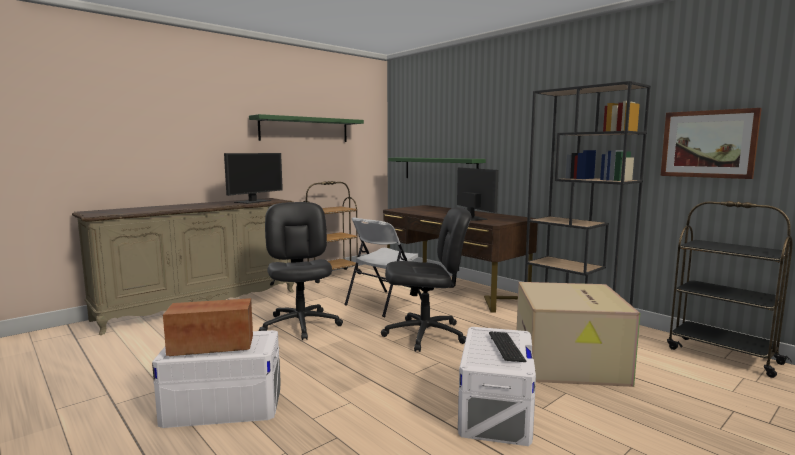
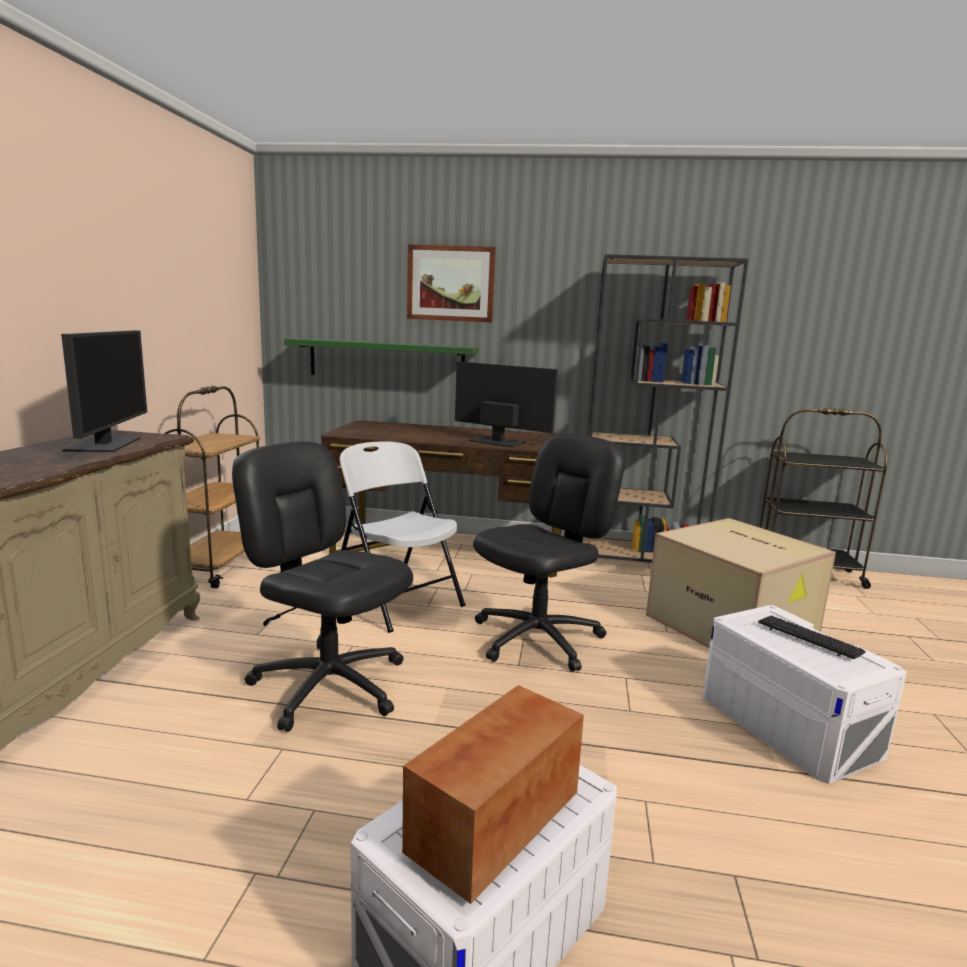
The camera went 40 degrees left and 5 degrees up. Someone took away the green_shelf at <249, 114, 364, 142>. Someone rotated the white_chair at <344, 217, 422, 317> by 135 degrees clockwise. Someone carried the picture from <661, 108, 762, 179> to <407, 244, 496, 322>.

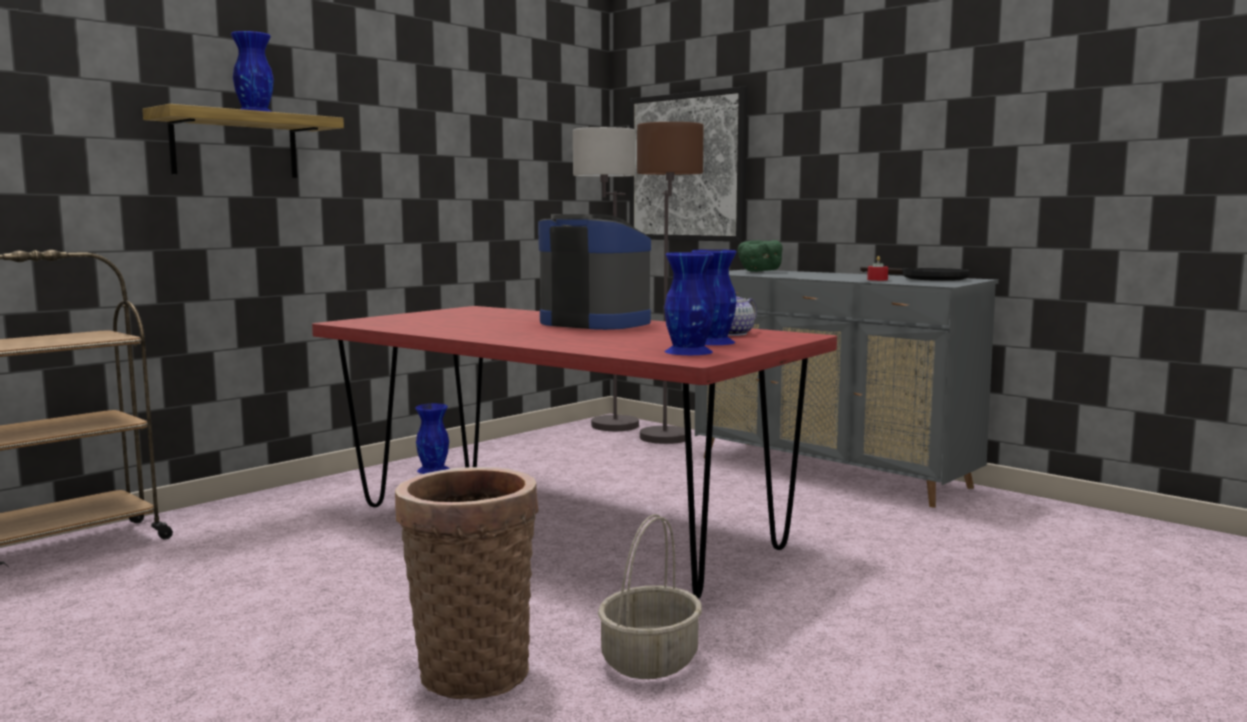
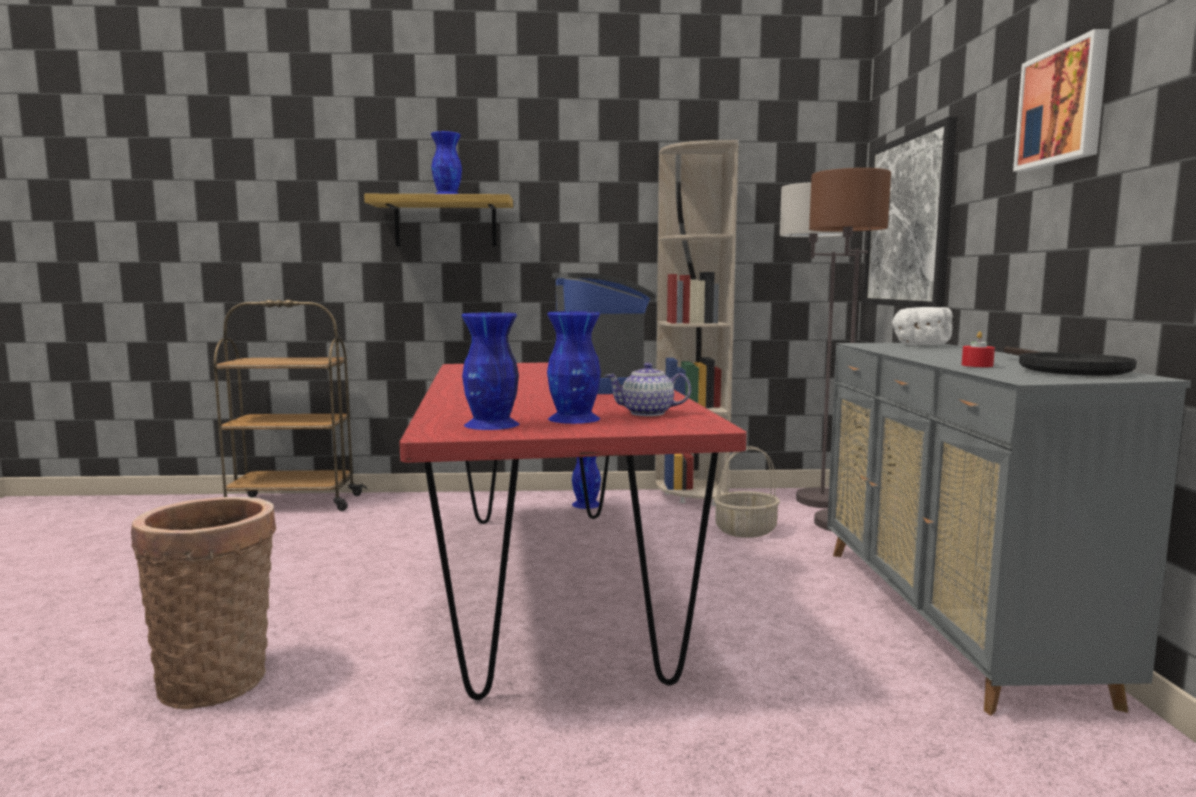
The camera went 45 degrees right and 0 degrees up. Someone carried the basket from <598, 514, 702, 679> to <714, 446, 780, 538>. Someone repainted the green_bowl at <738, 240, 783, 272>, which became the white_bowl at <892, 307, 953, 346>. Someone put down the beige_bookcase at <655, 140, 739, 506>. Someone put up the picture at <1013, 29, 1109, 171>.

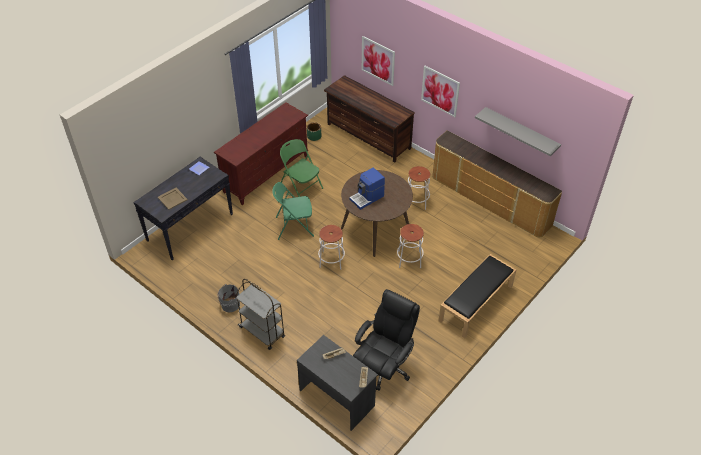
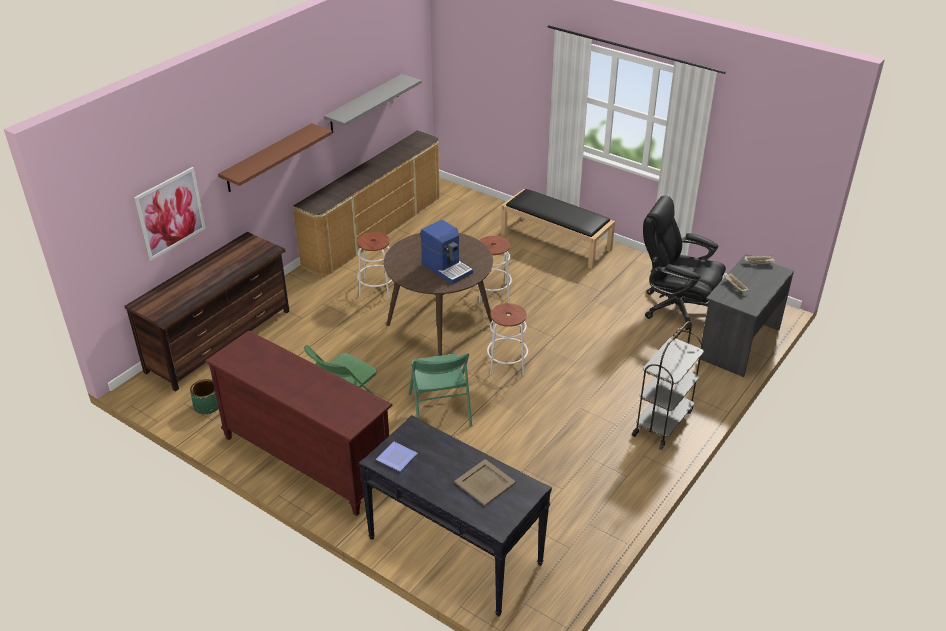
The camera went 95 degrees left and 10 degrees down. Someone took away the grey_bucket at <218, 284, 240, 312>. Someone swapped the picture at <421, 66, 460, 117> for the brown_shelf at <218, 123, 333, 192>.

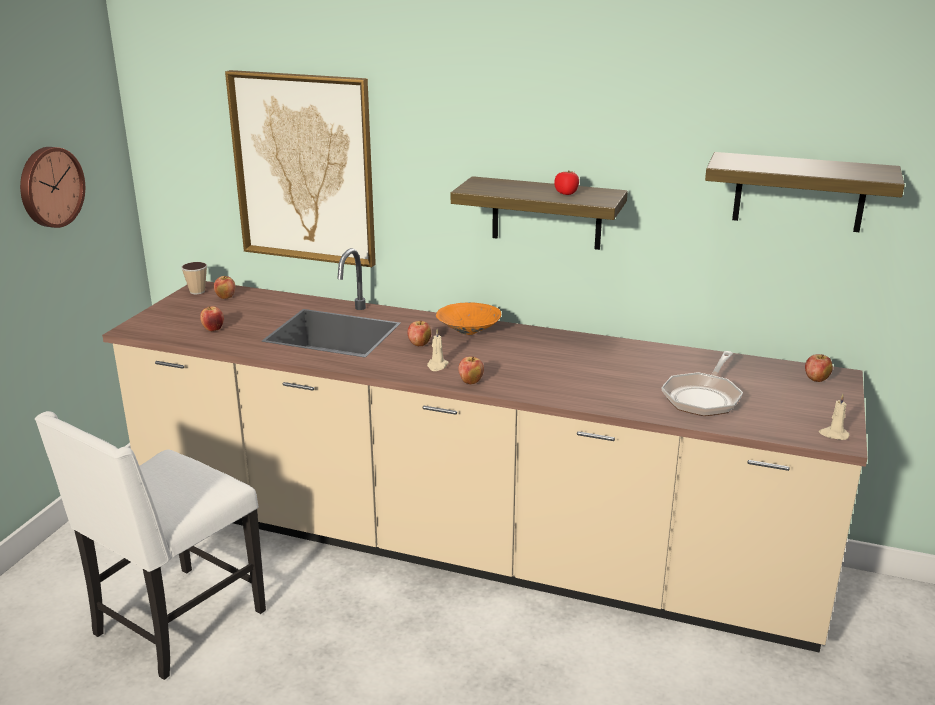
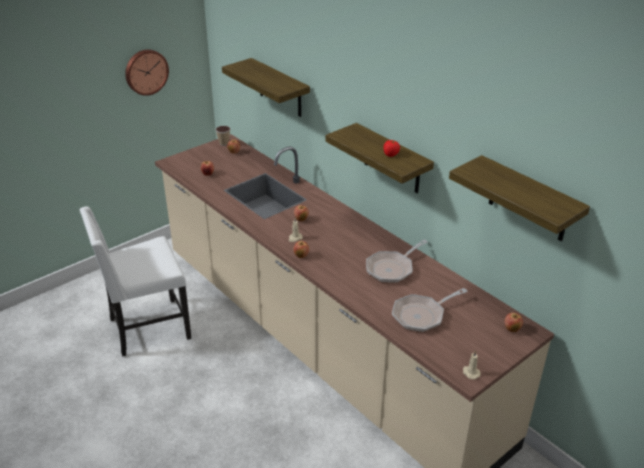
The camera went 30 degrees right and 10 degrees up. Someone swapped the picture at <225, 70, 376, 267> for the shelf at <222, 58, 310, 117>. Someone took away the orange_bowl at <436, 302, 501, 335>. Someone put down the frying_pan at <366, 239, 428, 283>.

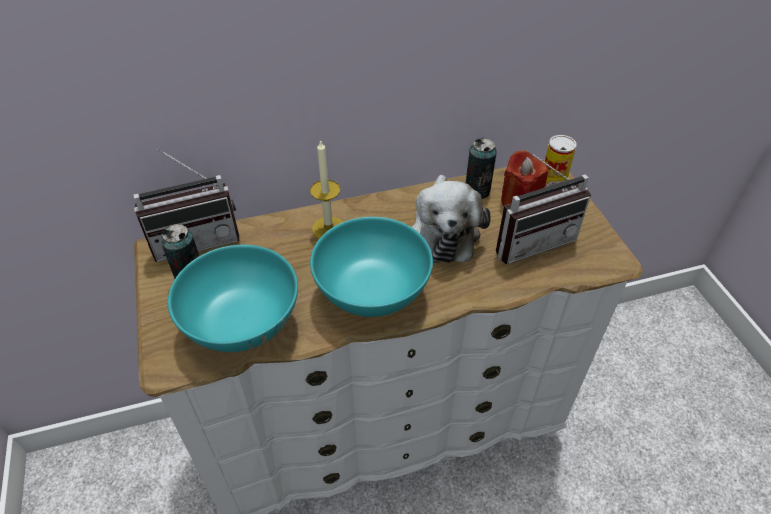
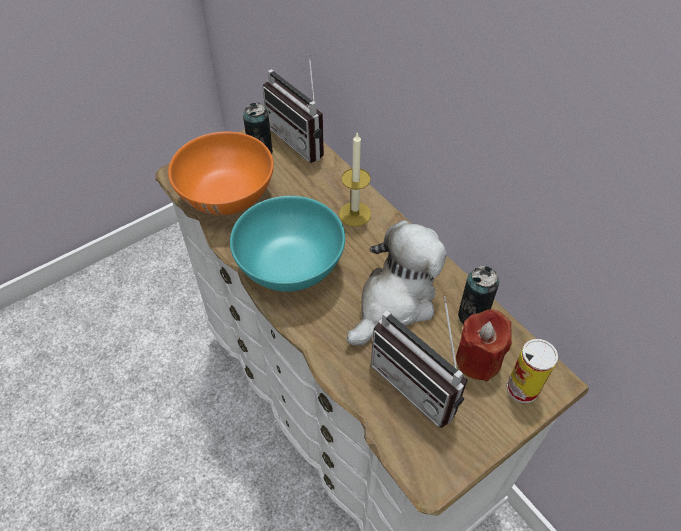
The camera went 70 degrees right and 5 degrees up. Someone repainted the turquoise_bowl at <168, 245, 298, 352>, which became the orange_bowl at <168, 131, 274, 215>. Someone rotated the plush_toy at <412, 175, 491, 263> by 150 degrees clockwise.

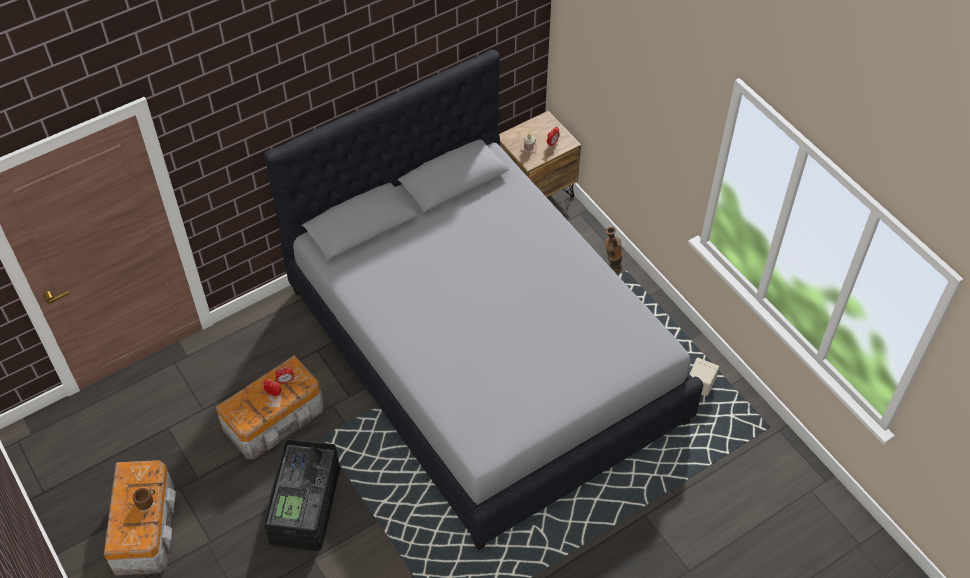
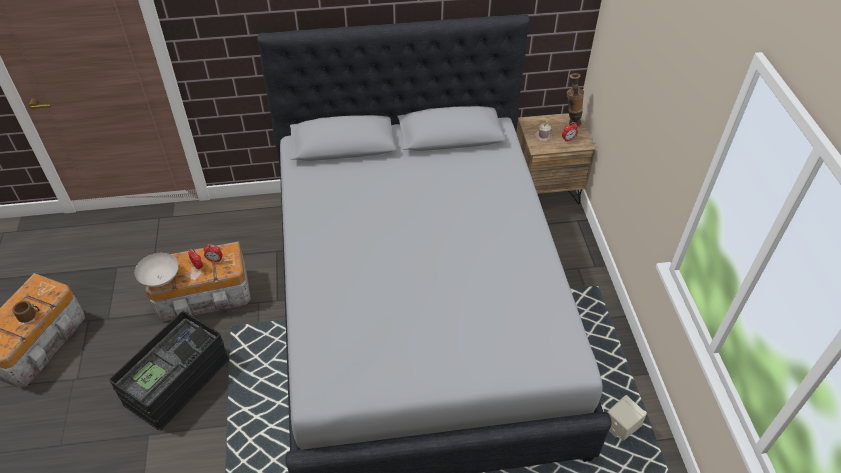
The camera went 25 degrees right and 5 degrees down. Someone carried the vase from <604, 227, 622, 271> to <567, 73, 584, 127>. Someone put down the white_bowl at <135, 253, 179, 287>.

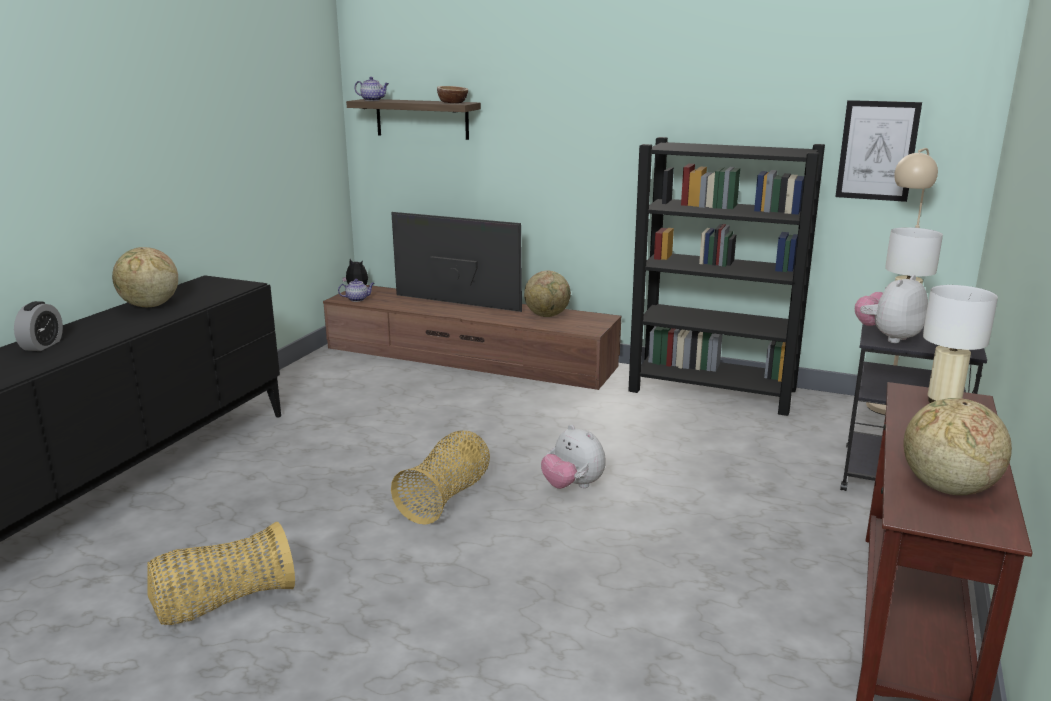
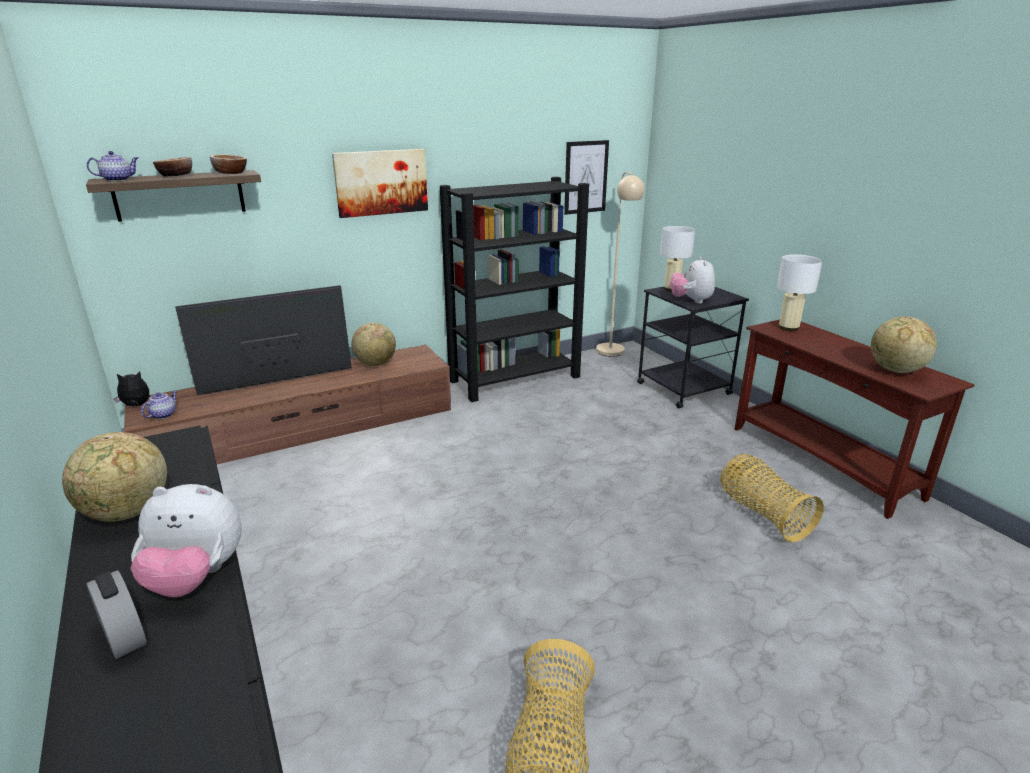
The camera went 50 degrees left and 5 degrees up. Someone carried the basket from <391, 431, 490, 525> to <720, 454, 824, 542>. Someone carried the plush_toy from <541, 425, 606, 489> to <131, 484, 242, 597>. Someone put down the bowl at <153, 157, 192, 177>. Someone put up the picture at <332, 149, 428, 218>.

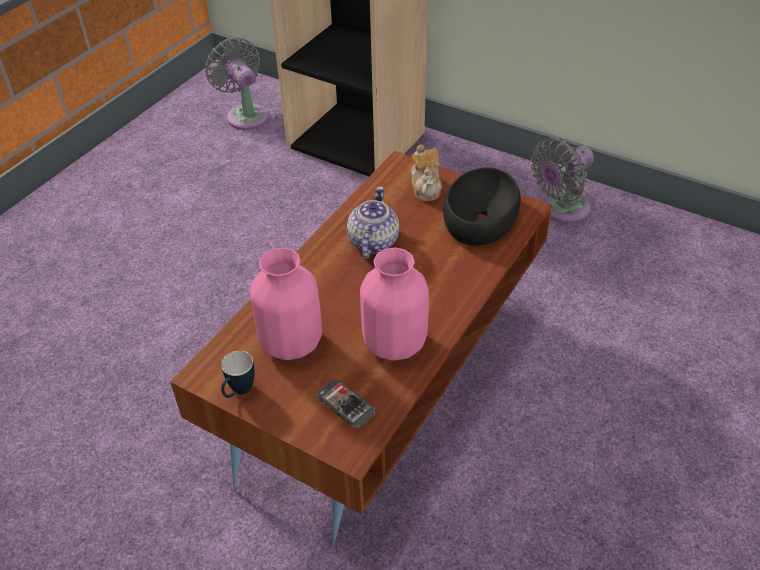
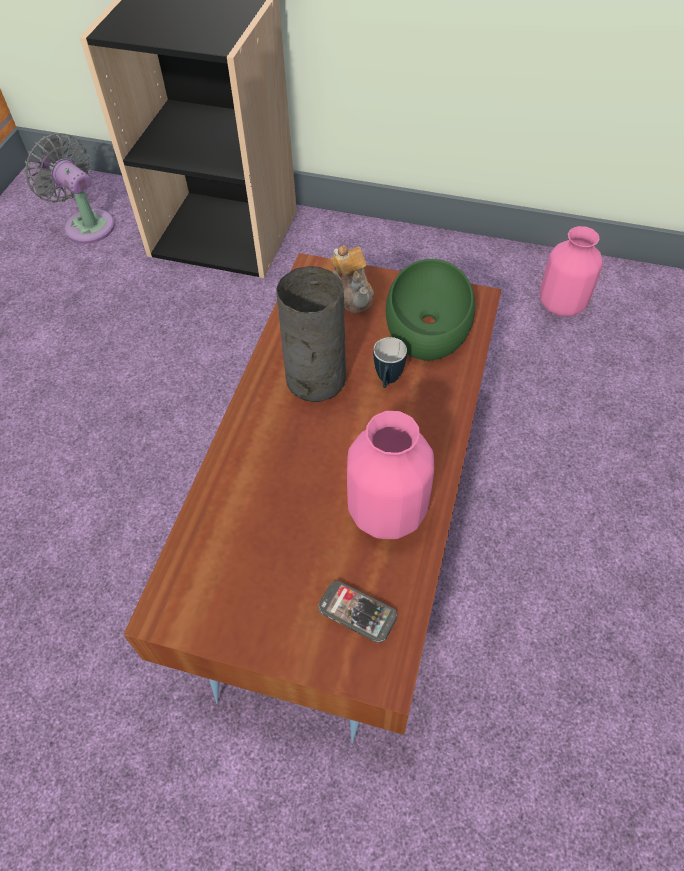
The camera went 15 degrees left and 10 degrees up. Someone carried the mug from <221, 351, 254, 398> to <373, 337, 407, 388>. Someone carried the pink_vase from <250, 248, 322, 360> to <540, 226, 603, 316>. Someone swapped the teapot at <347, 186, 399, 258> for the grey_vase at <277, 266, 346, 402>. Someone repainted the black_bowl at <443, 167, 521, 246>, which became the green_bowl at <386, 259, 475, 360>. Someone took away the grey_fan at <531, 137, 594, 223>.

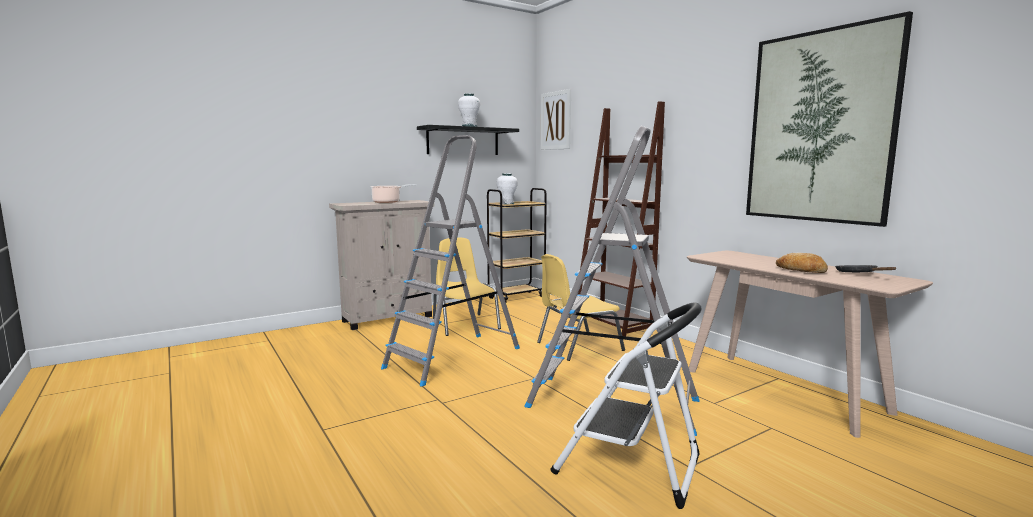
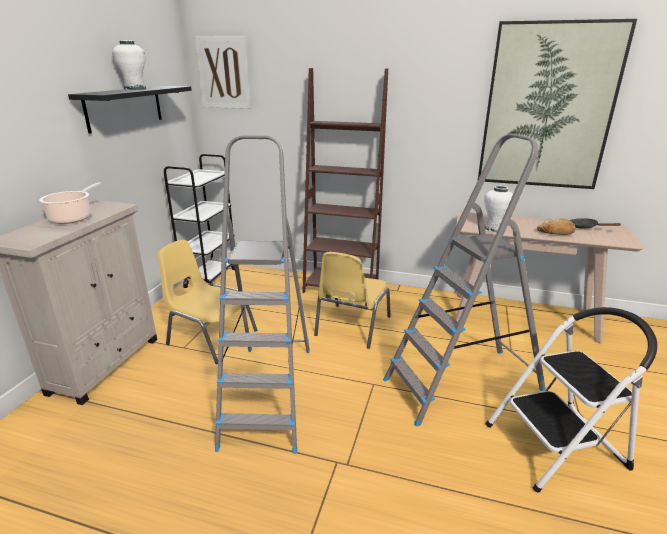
The camera went 40 degrees left and 15 degrees up. Someone repainted the brown_cart at <487, 188, 547, 302>, which became the white_cart at <164, 154, 235, 288>. Someone carried the white_vase from <496, 173, 518, 205> to <484, 186, 513, 232>.

